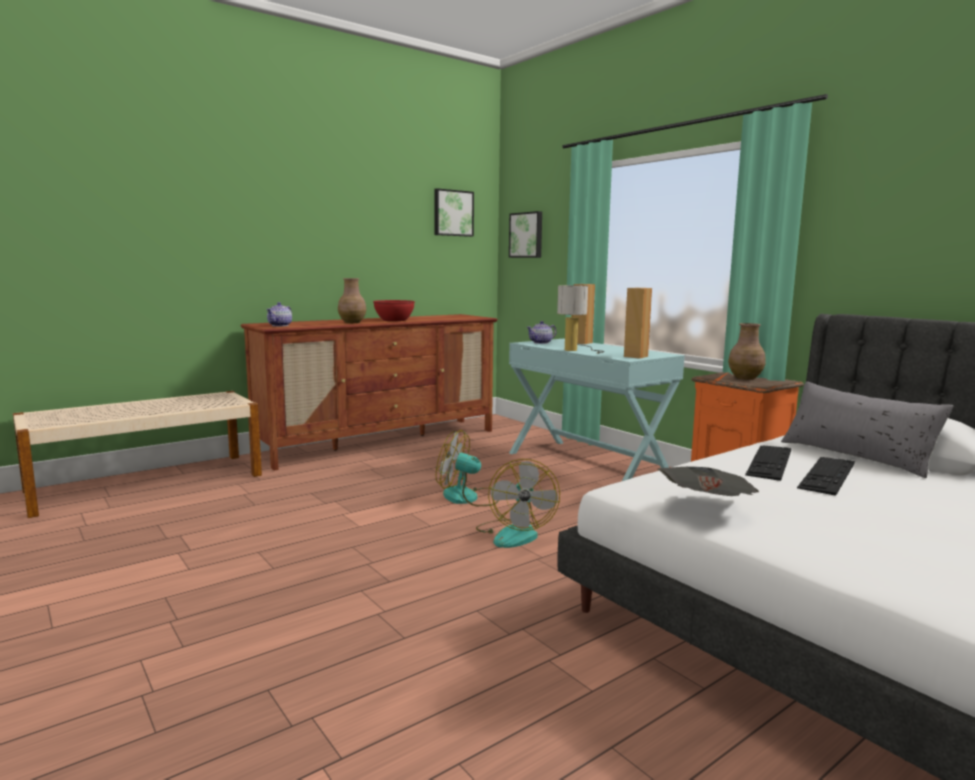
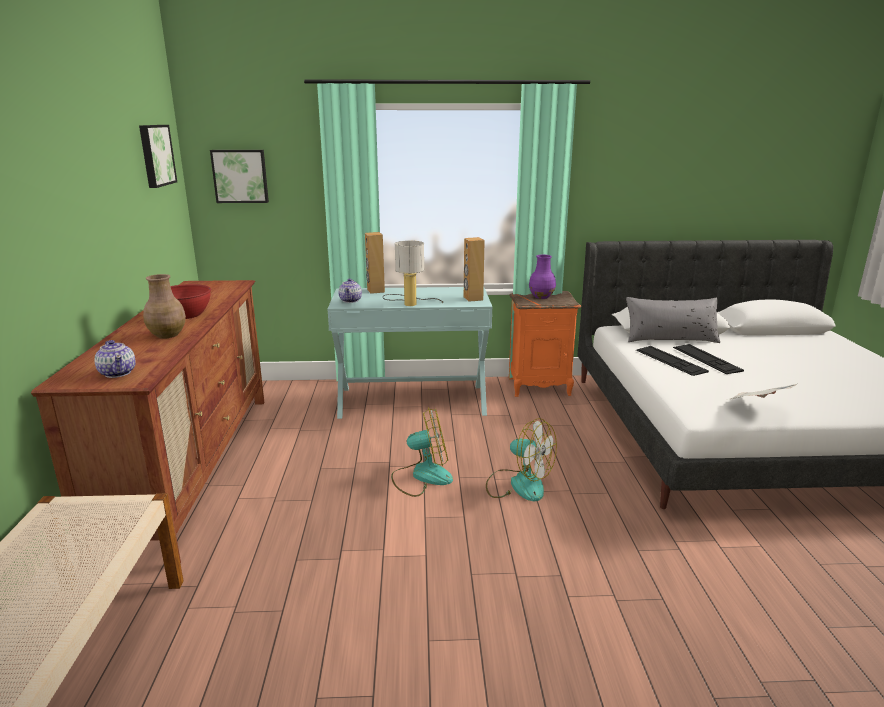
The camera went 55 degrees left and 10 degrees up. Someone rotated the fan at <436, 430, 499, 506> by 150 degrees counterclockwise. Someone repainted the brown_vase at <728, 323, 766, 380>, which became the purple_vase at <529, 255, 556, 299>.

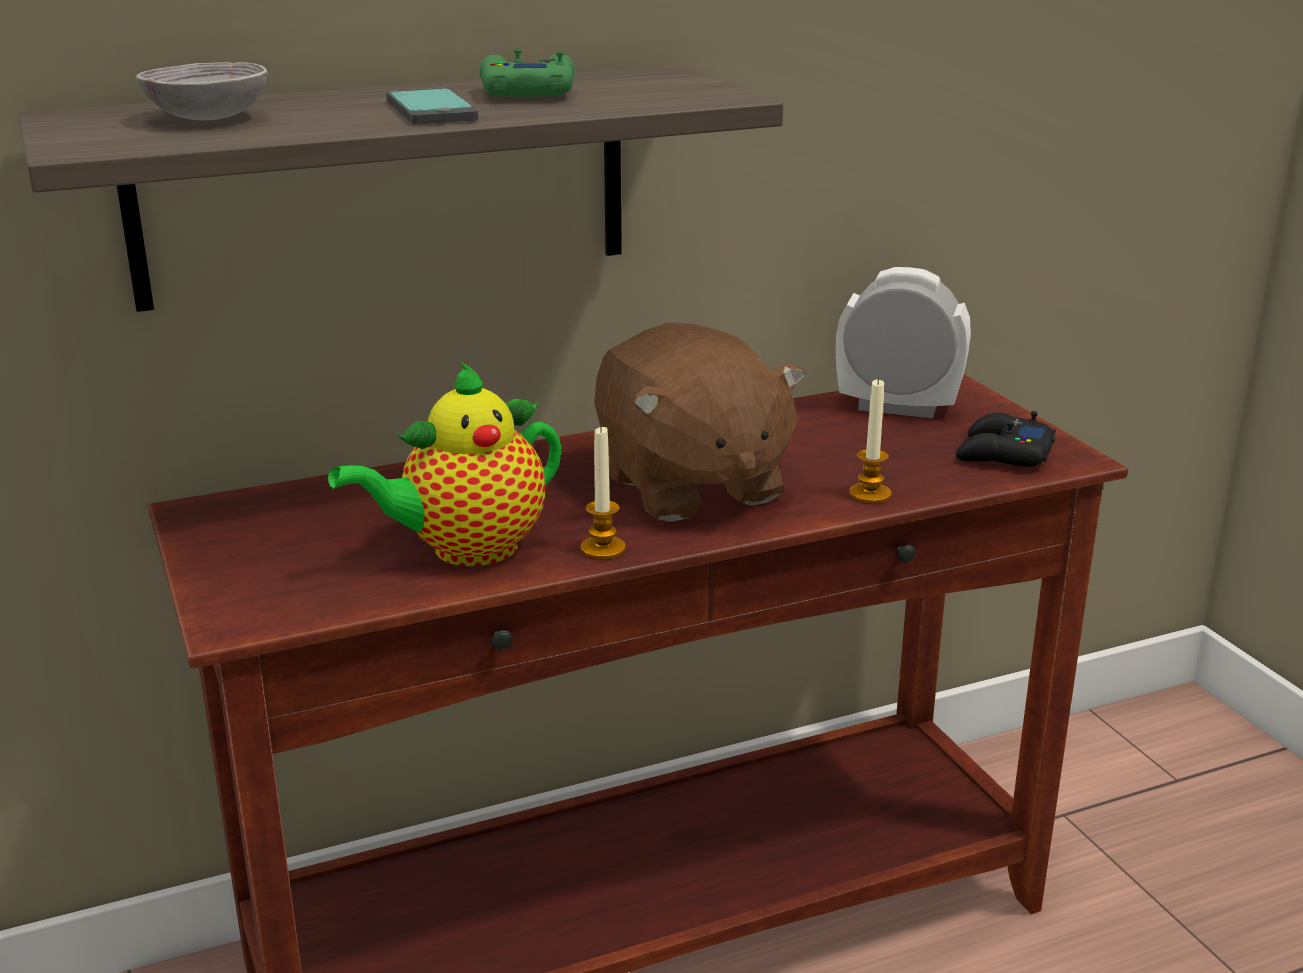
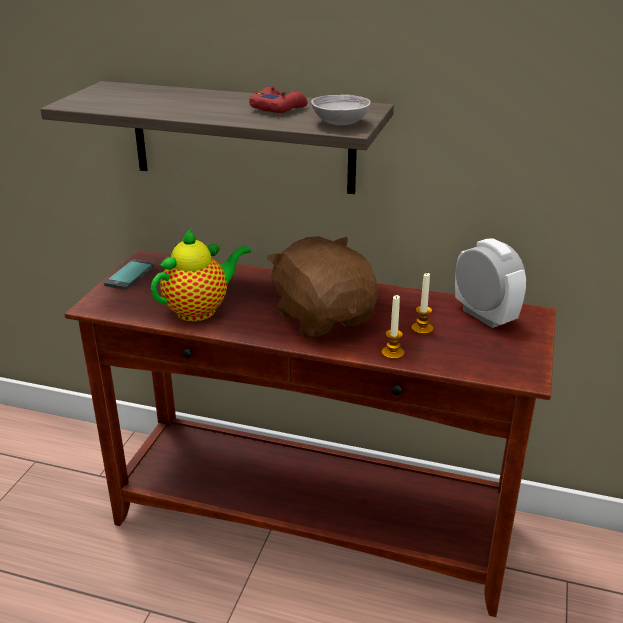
The camera went 40 degrees right and 5 degrees up. Someone carried the grey_bowl from <136, 62, 268, 121> to <311, 95, 371, 125>. Someone rotated the teapot at <328, 362, 561, 566> by 135 degrees clockwise. Someone carried the phone from <386, 88, 478, 124> to <104, 260, 154, 290>. Someone repainted the green_game_controller at <480, 48, 575, 97>, which became the red_game_controller at <249, 86, 307, 113>. Someone carried the candle from <581, 426, 626, 559> to <412, 273, 433, 335>. Someone rotated the brown_plush_toy at <594, 322, 806, 522> by 135 degrees clockwise. Someone took away the black_game_controller at <956, 411, 1056, 467>.

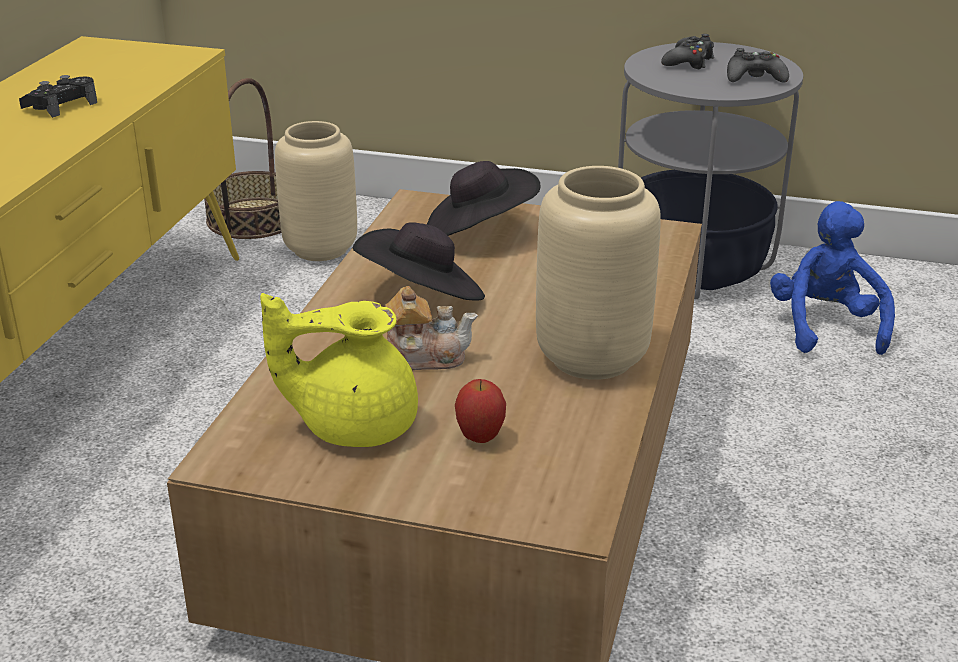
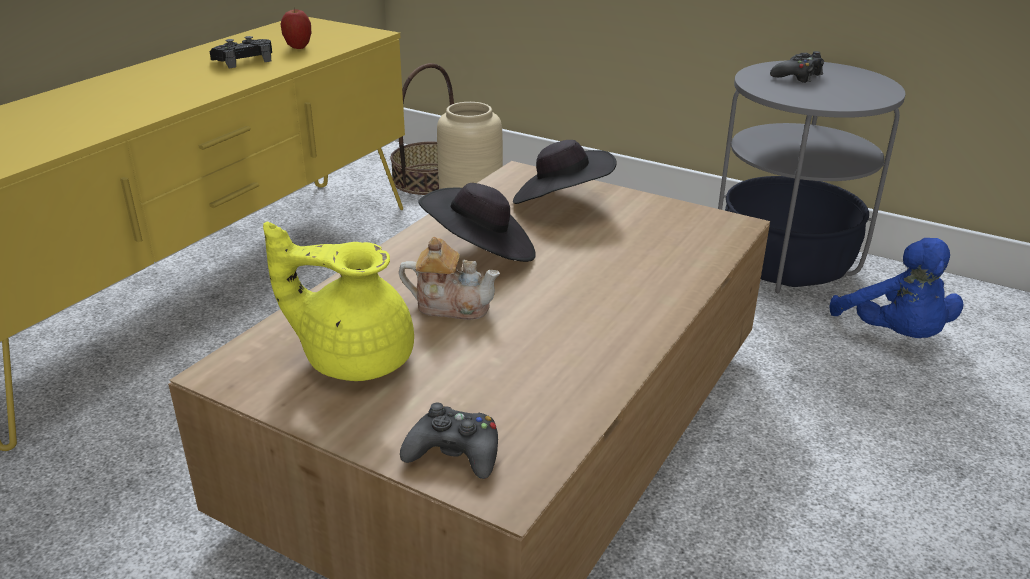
The camera went 15 degrees right and 0 degrees up. Someone carried the apple from <455, 379, 506, 443> to <280, 7, 311, 49>. Someone took away the beige_vase at <536, 166, 661, 380>. Someone carried the black_game_controller from <727, 48, 789, 83> to <400, 403, 498, 479>. Someone rotated the blue_plush_toy at <770, 201, 895, 355> by 150 degrees clockwise.

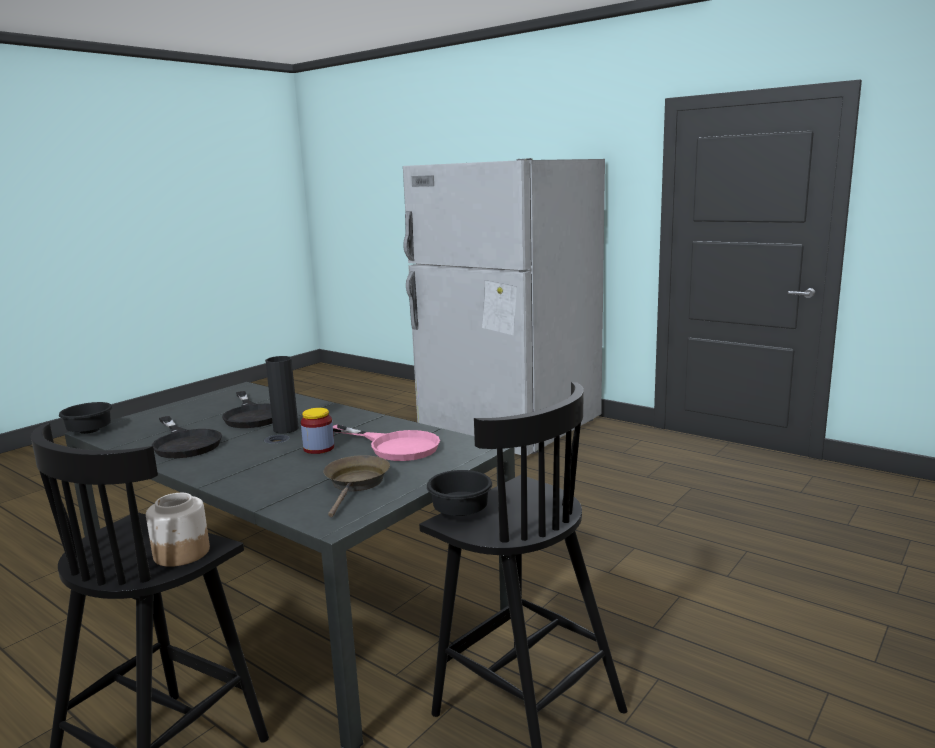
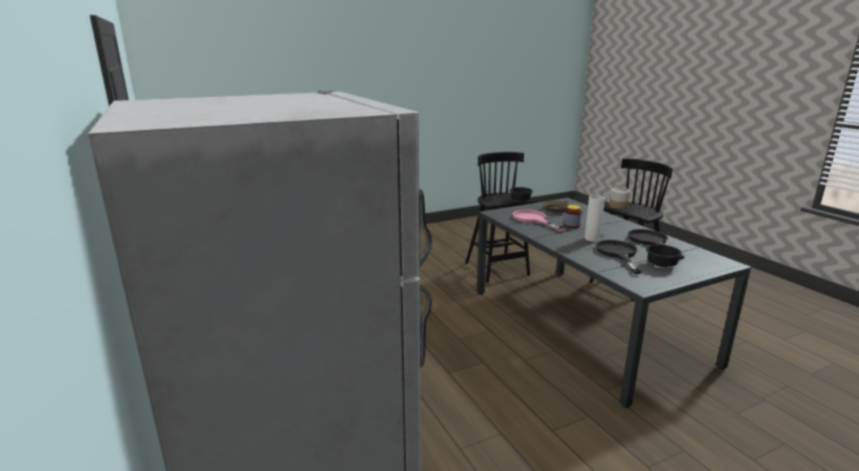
The camera went 155 degrees left and 5 degrees up. Someone carried the black_bowl from <59, 402, 113, 434> to <646, 244, 682, 267>. Someone repainted the black_vase at <265, 356, 299, 433>, which became the white_vase at <584, 195, 605, 242>.

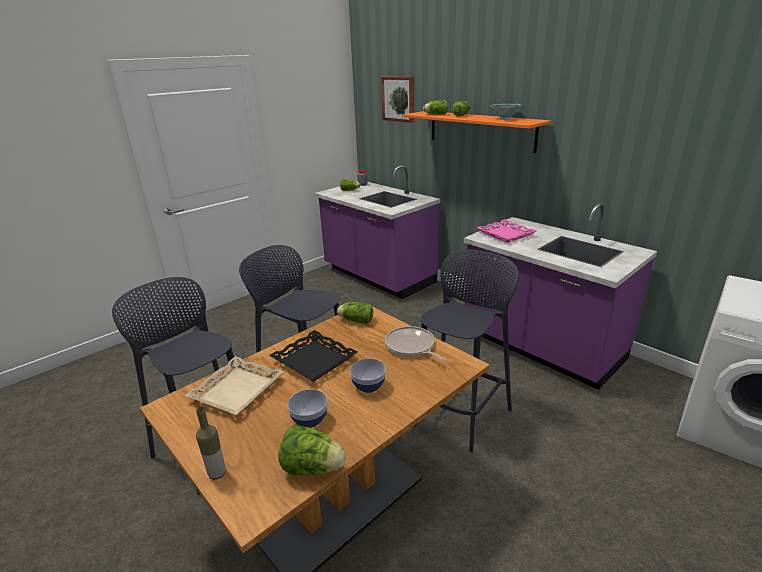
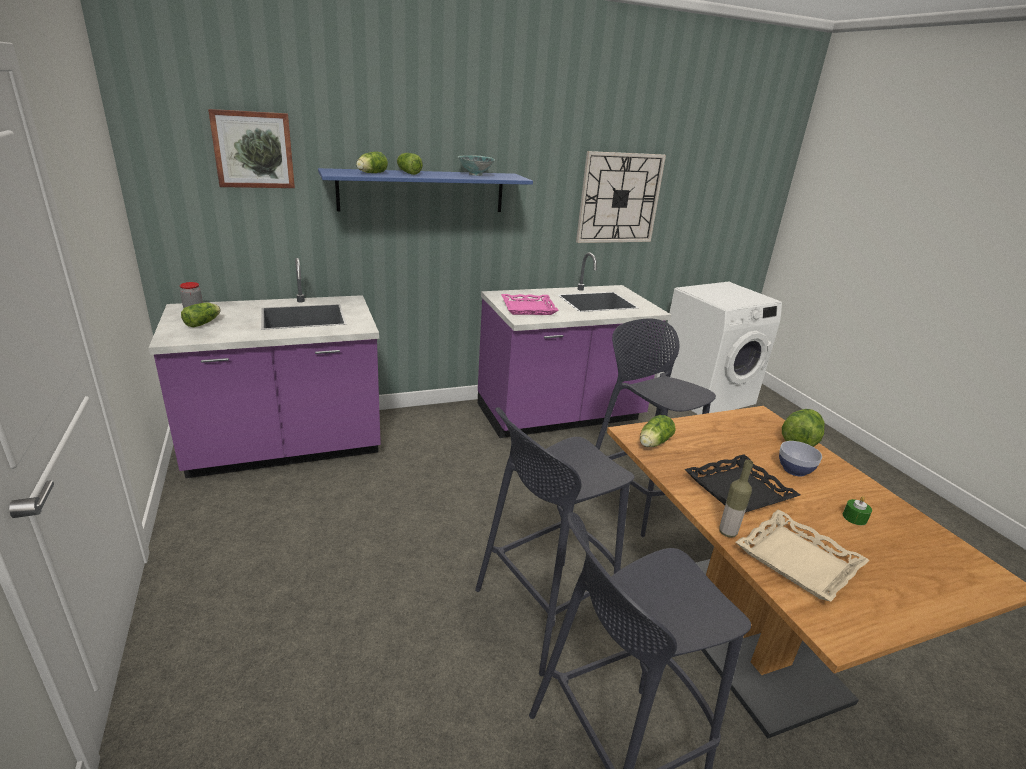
The camera went 70 degrees left and 0 degrees up. Someone carried the bottle from <196, 407, 226, 480> to <719, 460, 753, 538>. Someone carried the lettuce from <278, 425, 346, 475> to <782, 409, 825, 447>. Someone swapped the bowl at <288, 389, 328, 428> for the green_candle at <843, 496, 872, 525>. Someone took away the frying_pan at <385, 326, 446, 361>. Someone repainted the orange_shelf at <403, 111, 551, 153>, which became the blue_shelf at <318, 168, 533, 212>. Someone put up the wall_clock at <576, 151, 666, 243>.

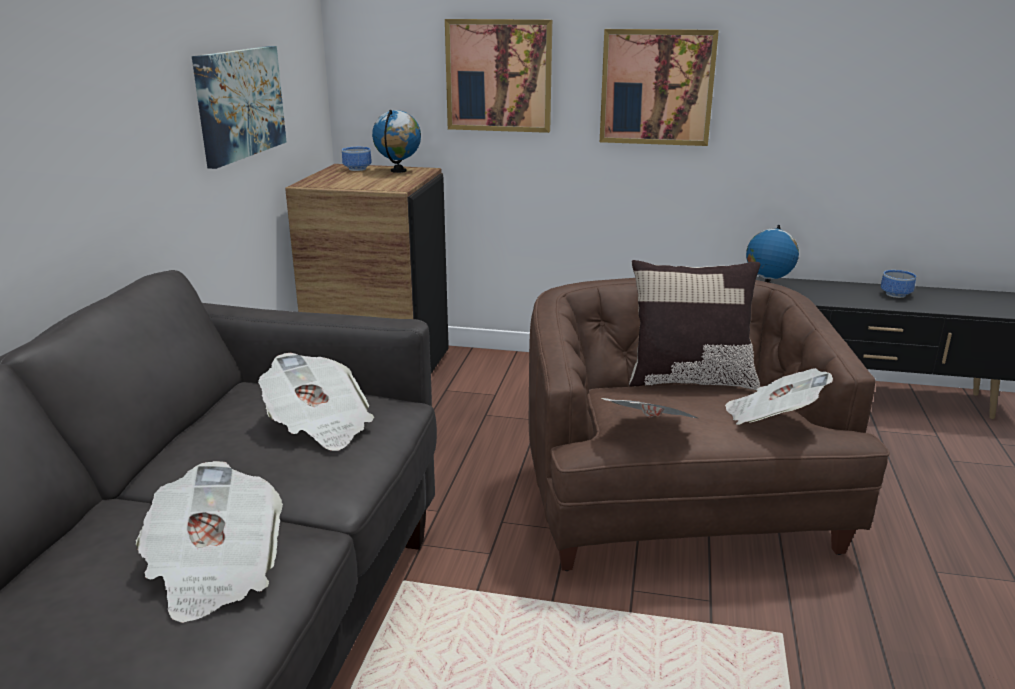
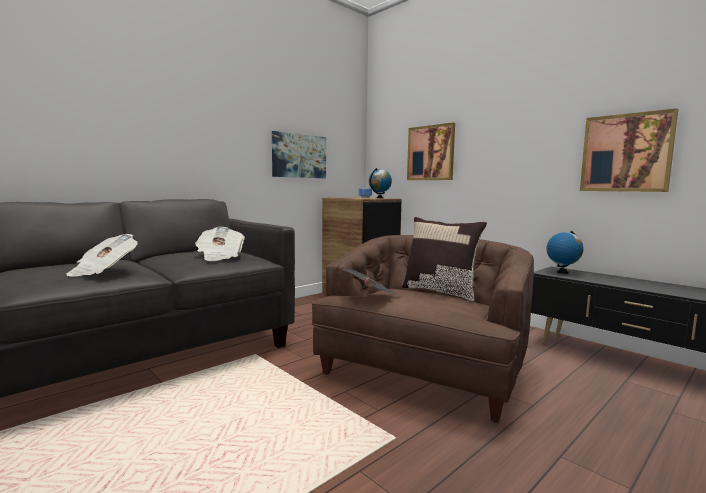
The camera went 35 degrees right and 15 degrees down. Someone carried the picture from <600, 29, 719, 146> to <580, 108, 678, 192>. Someone took away the newspaper at <725, 368, 833, 425>. Someone took away the bowl at <881, 270, 916, 298>.

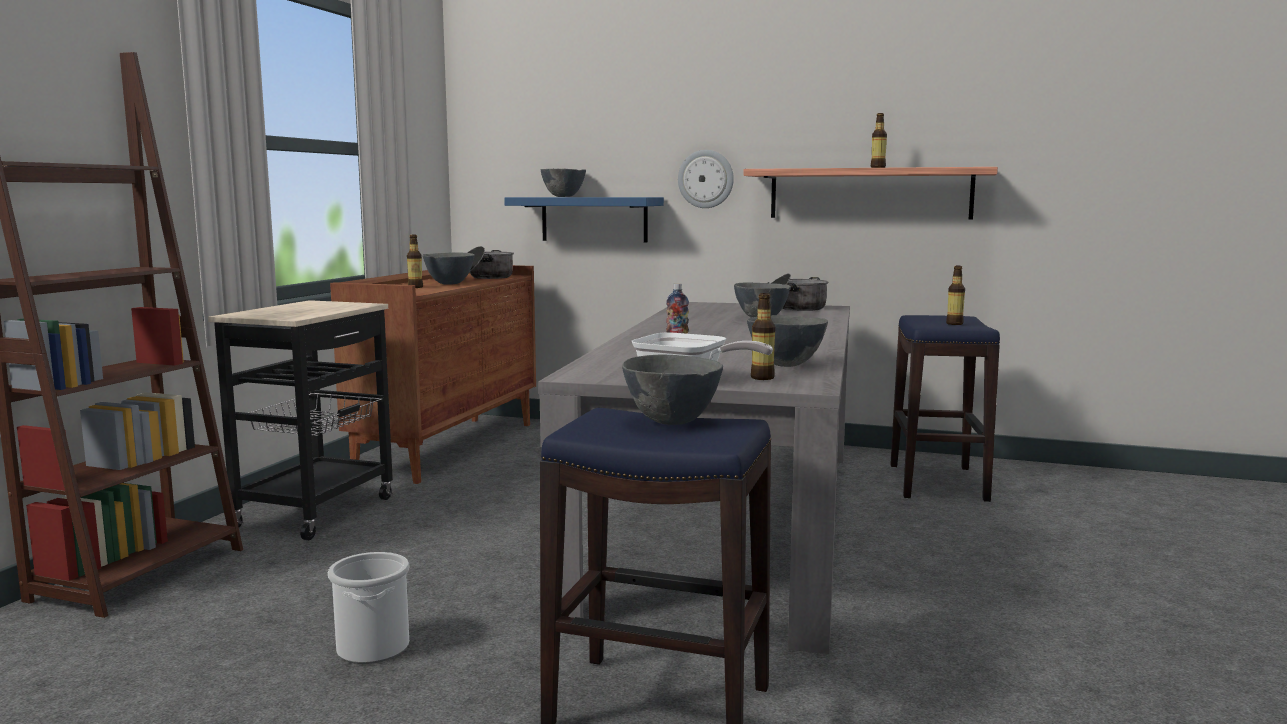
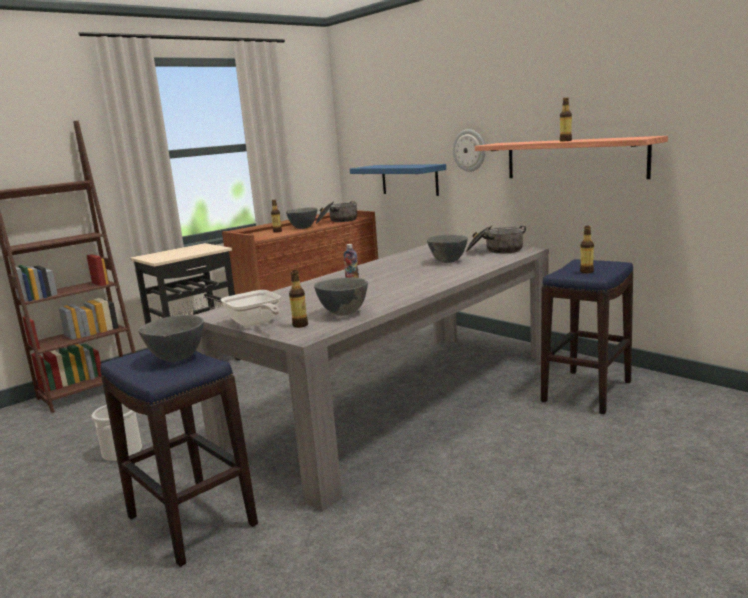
The camera went 30 degrees right and 5 degrees up. Someone took away the grey_bowl at <541, 169, 586, 197>.

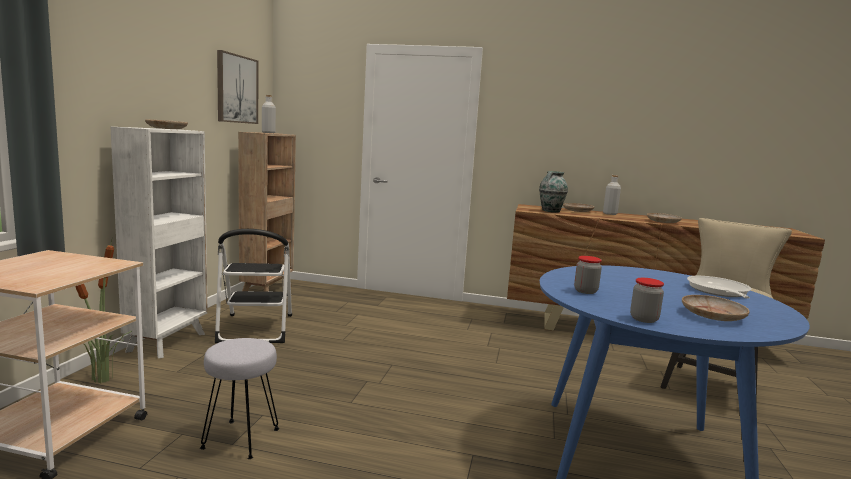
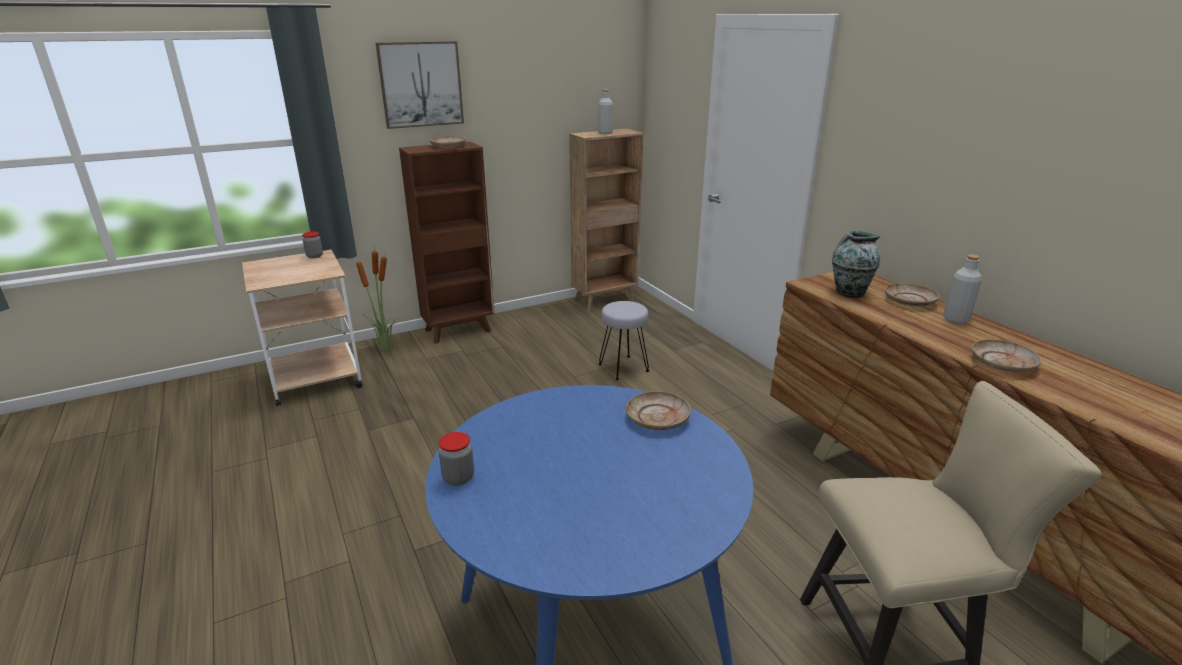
The camera went 50 degrees right and 15 degrees up. Someone repainted the white_bookcase at <111, 127, 208, 359>, which became the brown_bookcase at <399, 142, 495, 344>. Someone carried the grey_stool from <200, 338, 279, 459> to <598, 301, 649, 380>. Someone took away the step_ladder at <215, 229, 292, 343>. Someone carried the picture from <217, 50, 258, 124> to <376, 41, 464, 129>. Someone carried the jar from <574, 256, 602, 294> to <302, 231, 323, 258>. Someone carried the beige_plate from <682, 295, 750, 321> to <626, 391, 691, 430>. Someone took away the frying_pan at <687, 276, 752, 298>.

